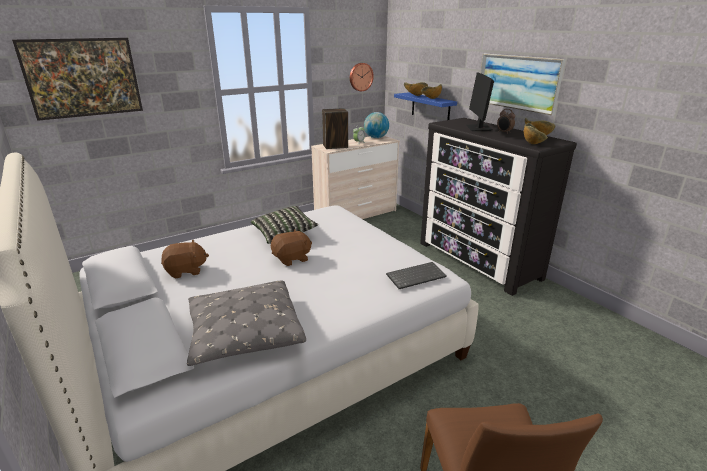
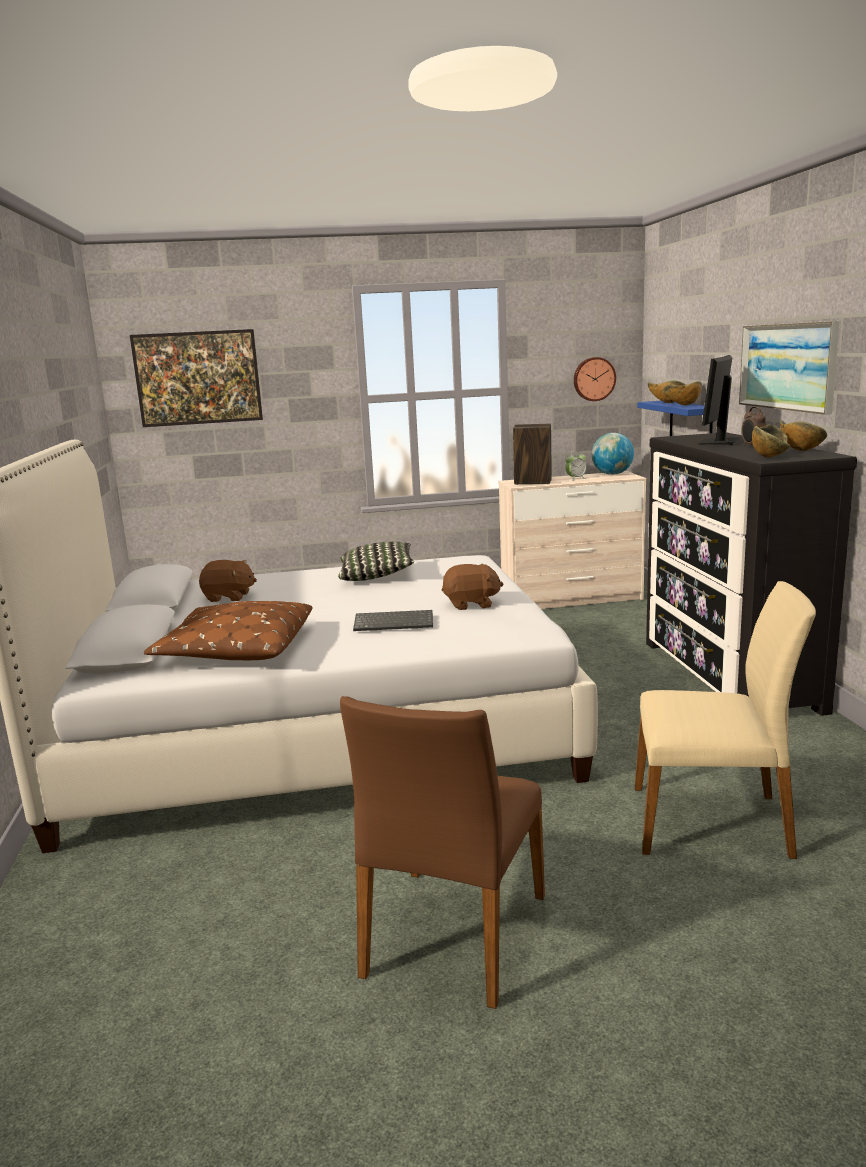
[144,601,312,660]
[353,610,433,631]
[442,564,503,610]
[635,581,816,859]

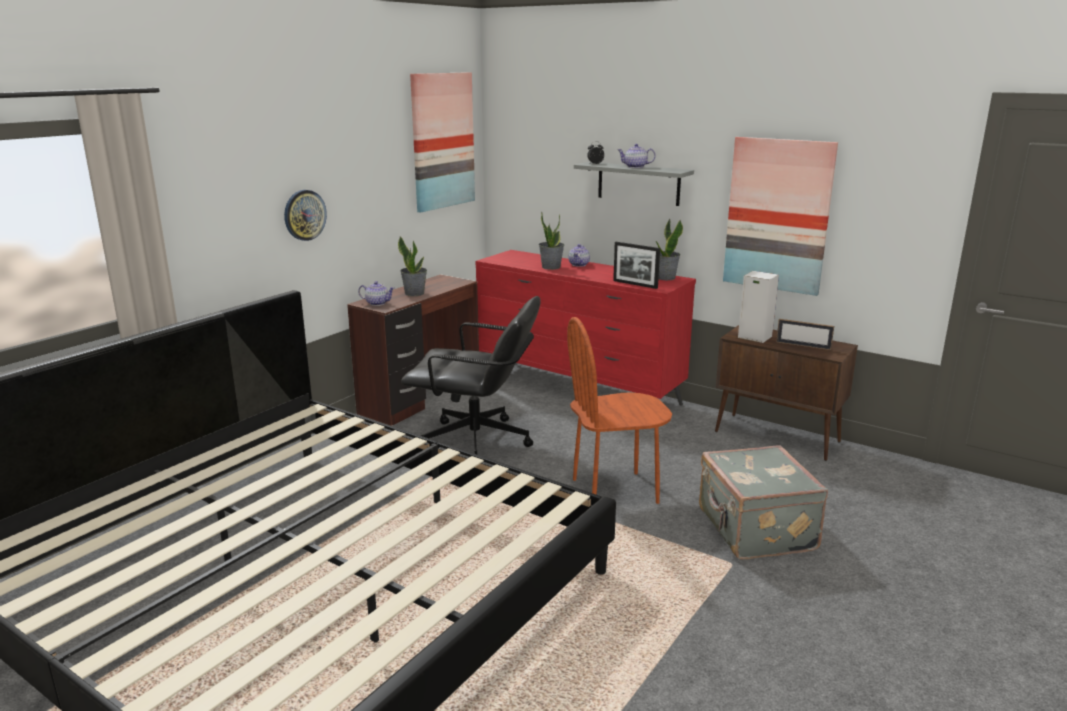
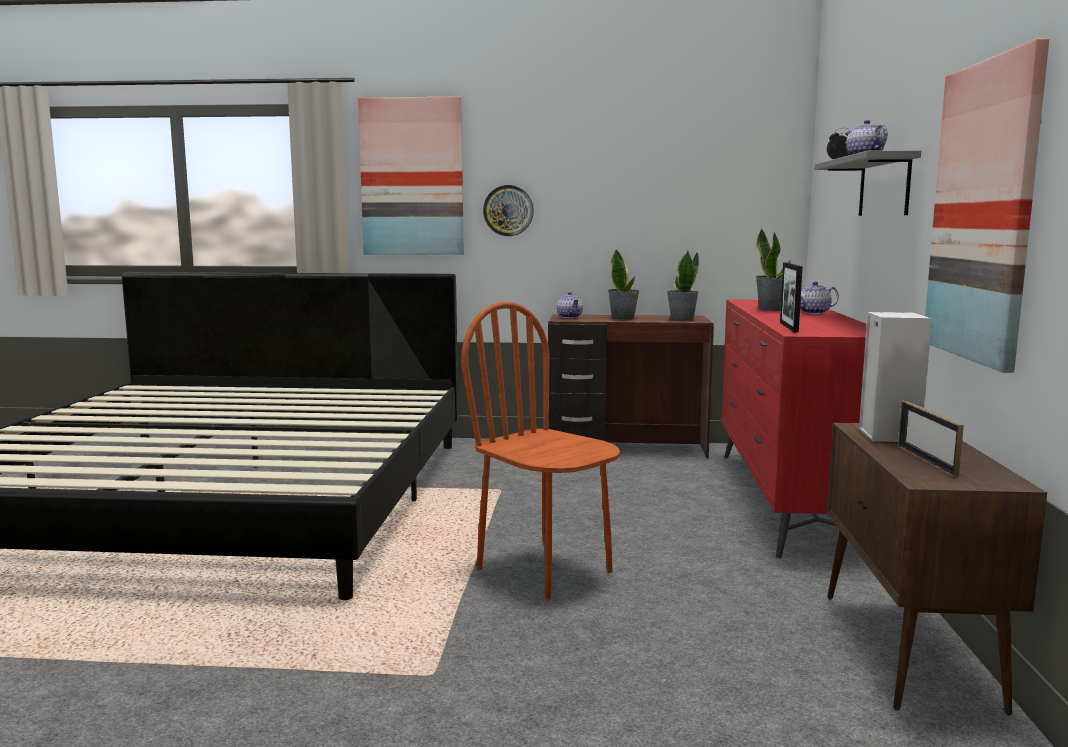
[358,96,464,255]
[667,251,699,321]
[401,296,541,454] (first image)
[699,445,828,560] (first image)

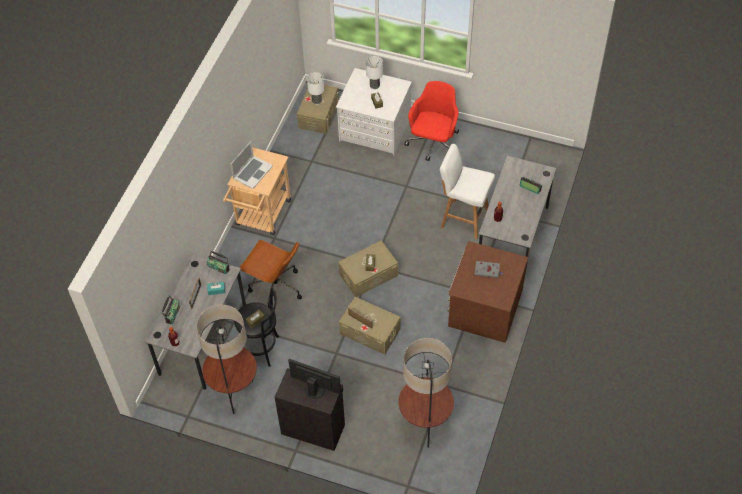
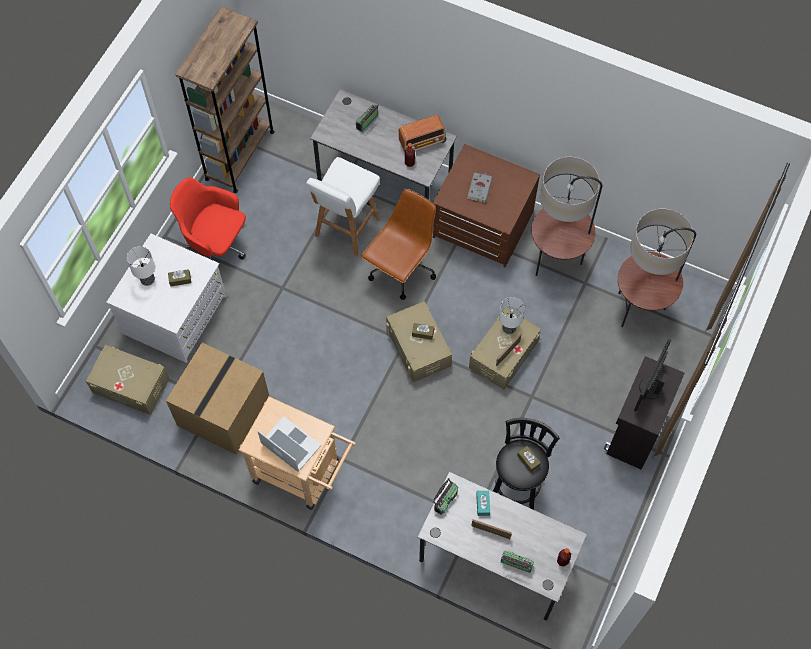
[166,343,270,455]
[175,6,274,193]
[361,189,436,300]
[399,115,445,152]
[499,297,525,334]
[531,157,602,276]

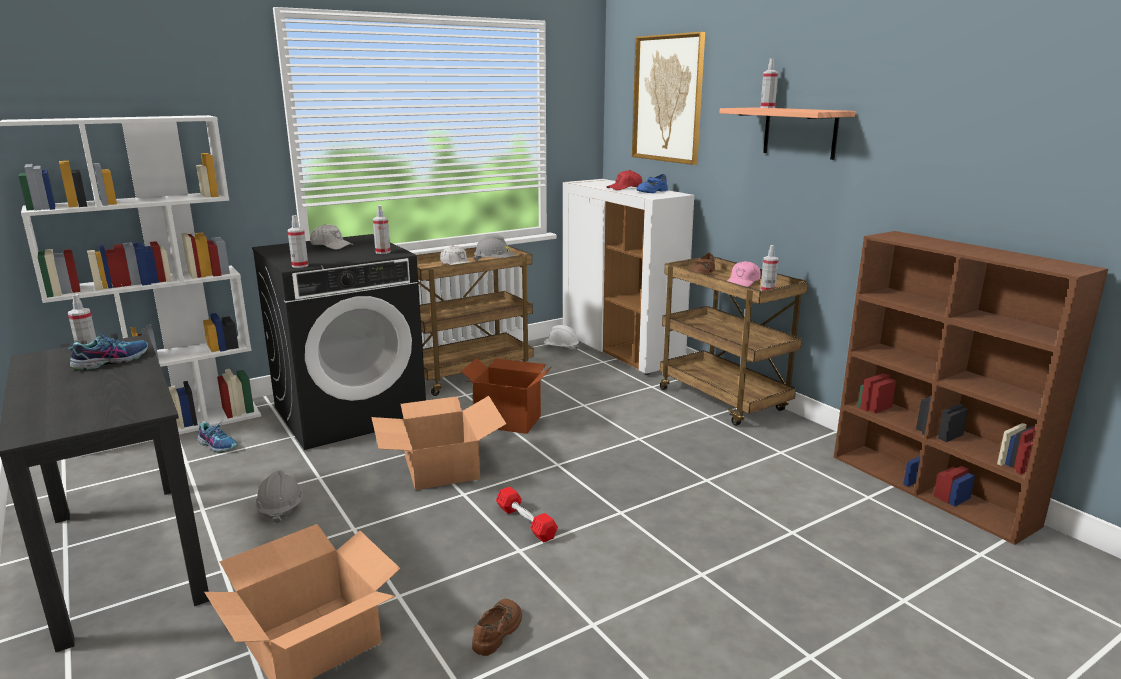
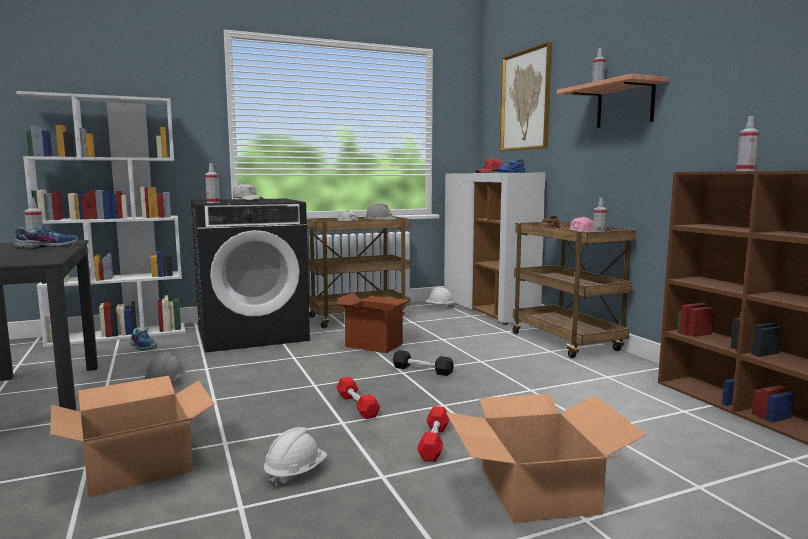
[264,427,327,488]
[393,350,454,376]
[417,406,449,462]
[446,394,646,523]
[736,116,759,171]

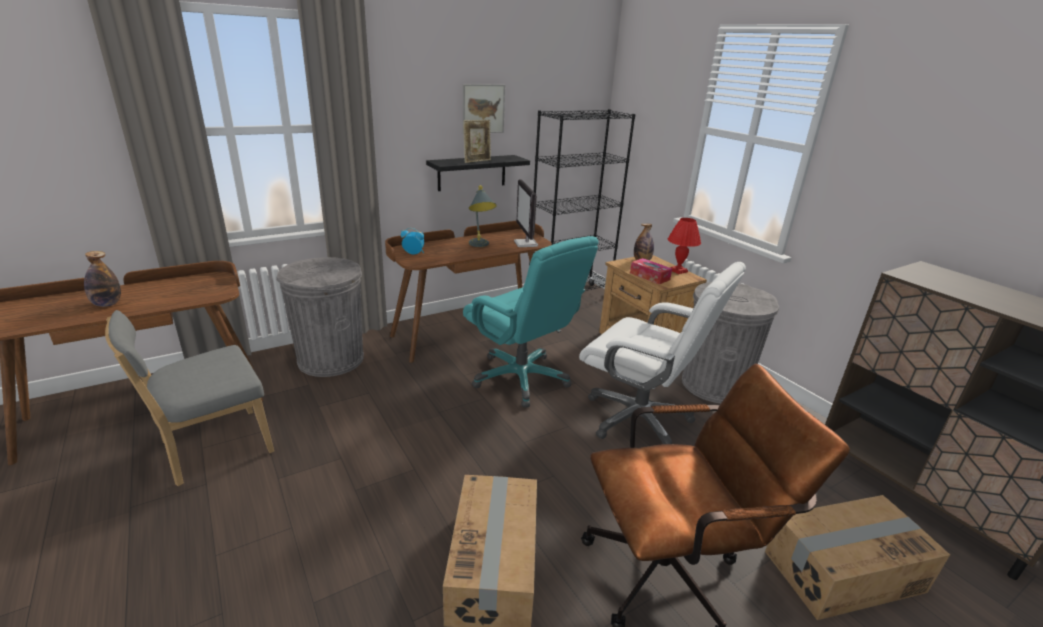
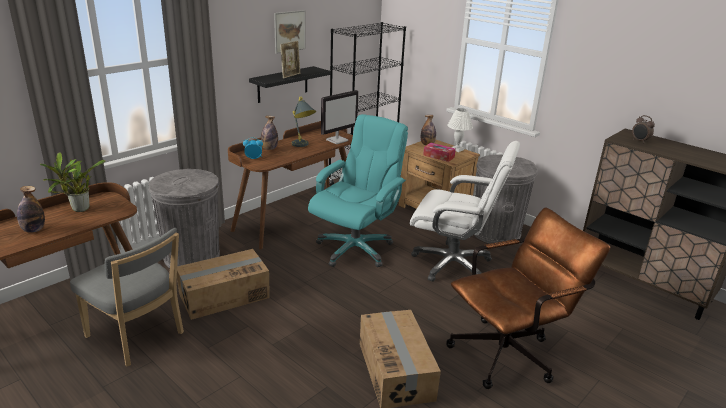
[40,152,105,212]
[70,228,184,367]
[177,249,270,320]
[261,116,278,150]
[308,114,408,267]
[321,90,359,144]
[447,108,473,152]
[632,115,655,143]

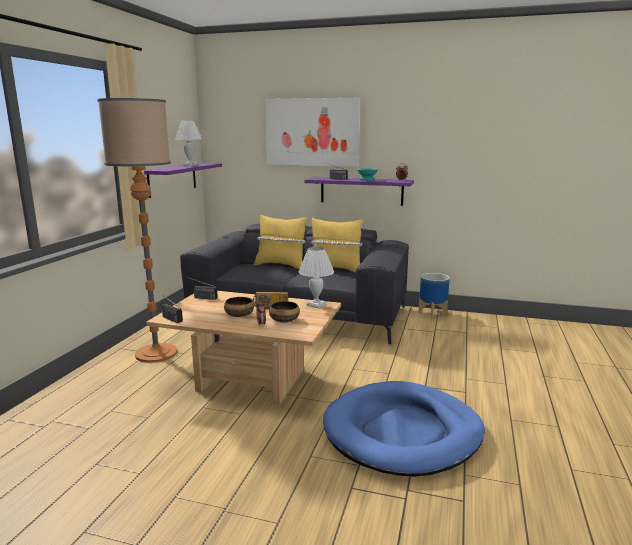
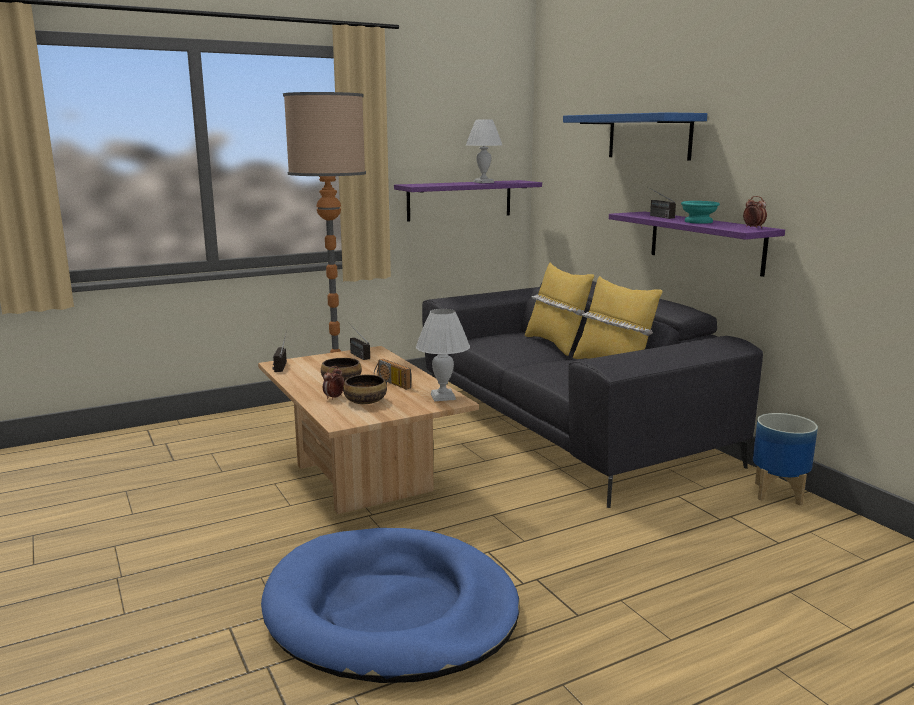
[563,112,707,161]

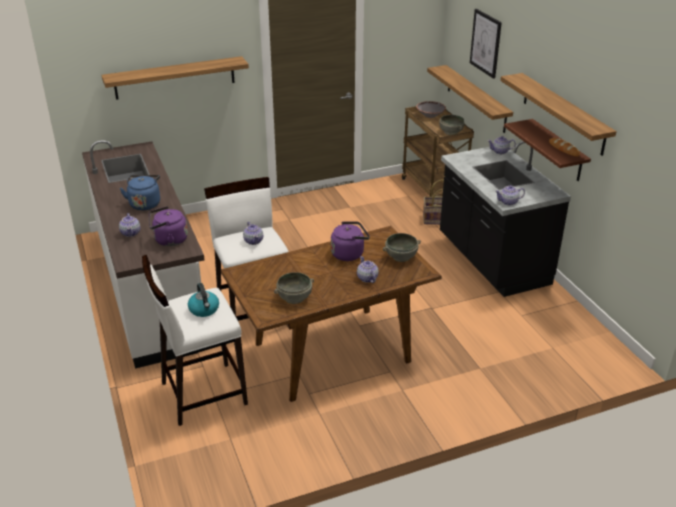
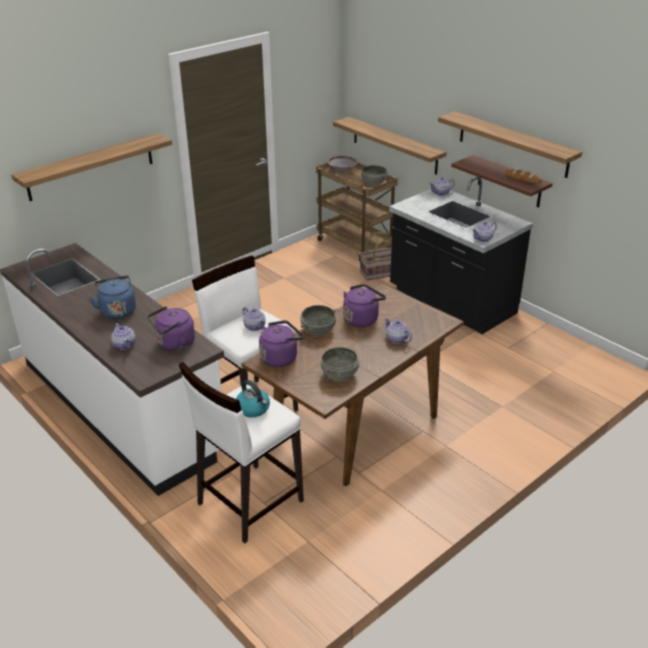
[259,320,304,367]
[300,305,336,336]
[470,9,502,79] (first image)

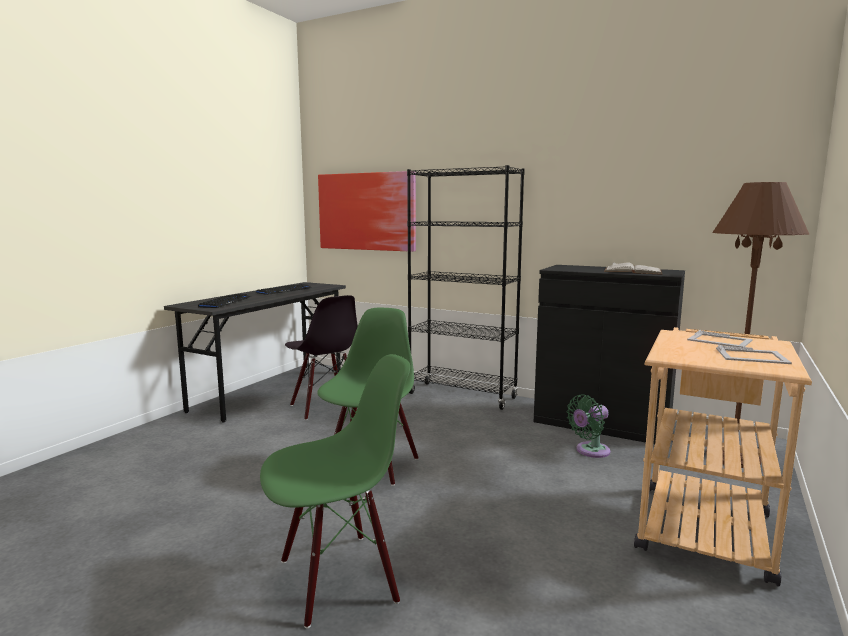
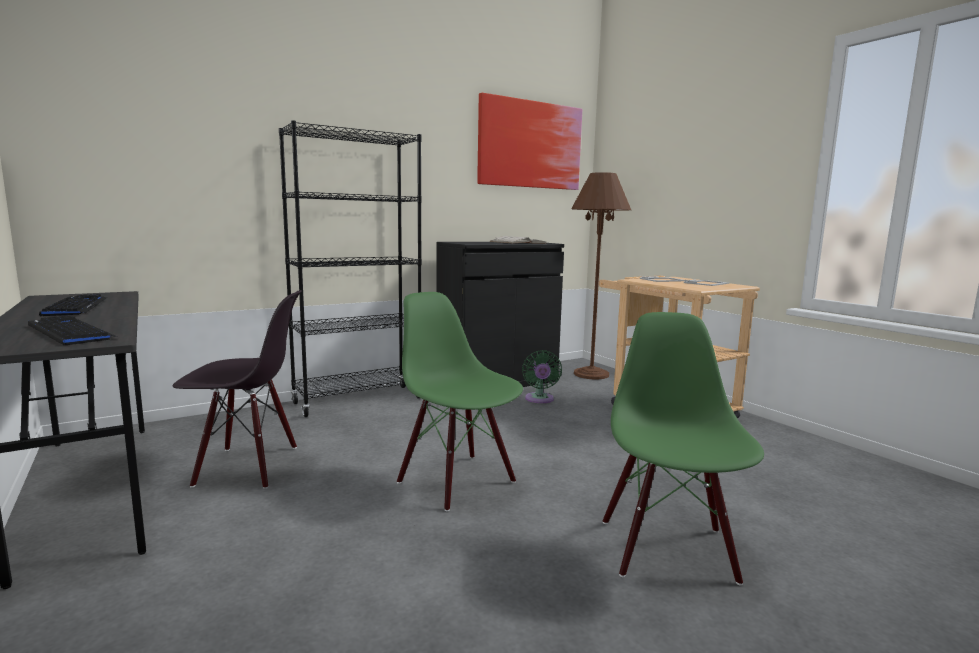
[477,93,582,190]

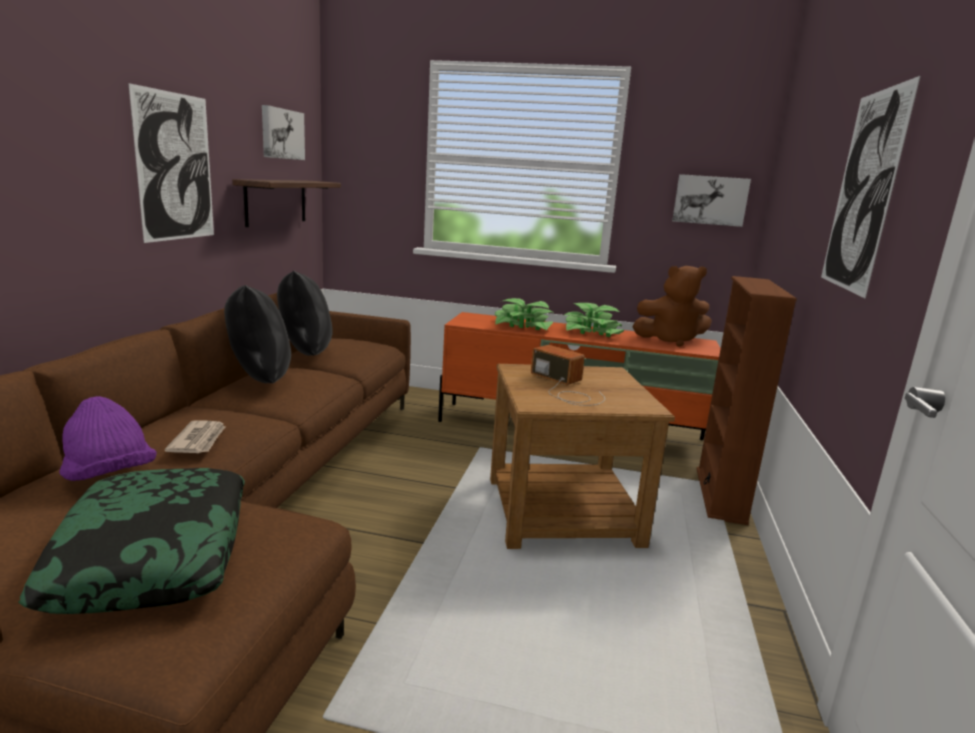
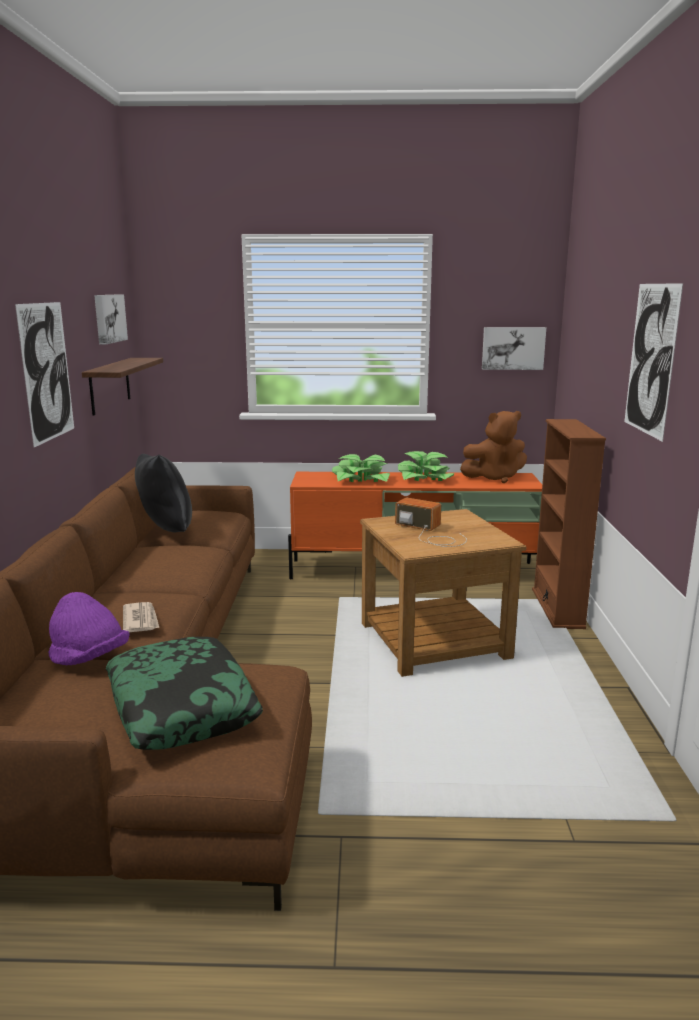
[224,285,291,383] (first image)

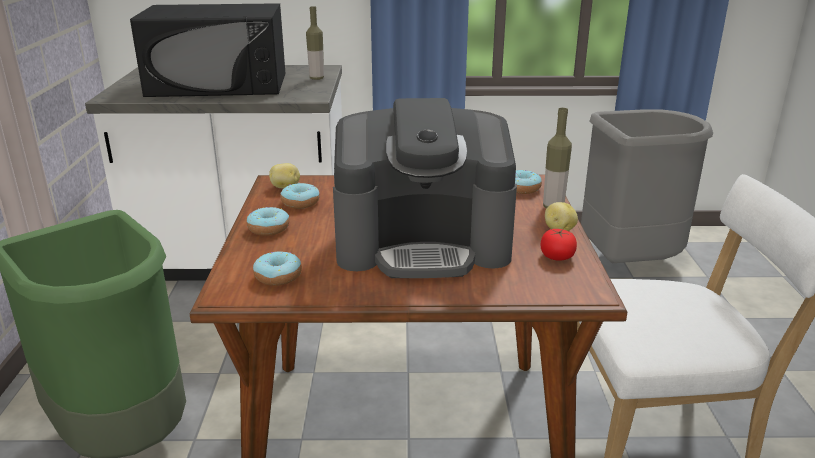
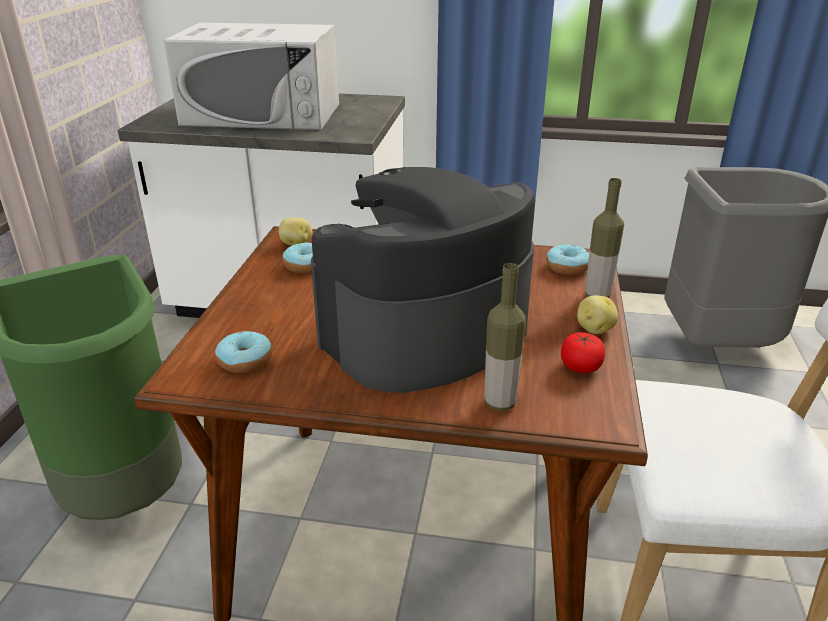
[164,23,339,130]
[311,167,535,393]
[484,263,526,411]
[247,207,289,236] (first image)

